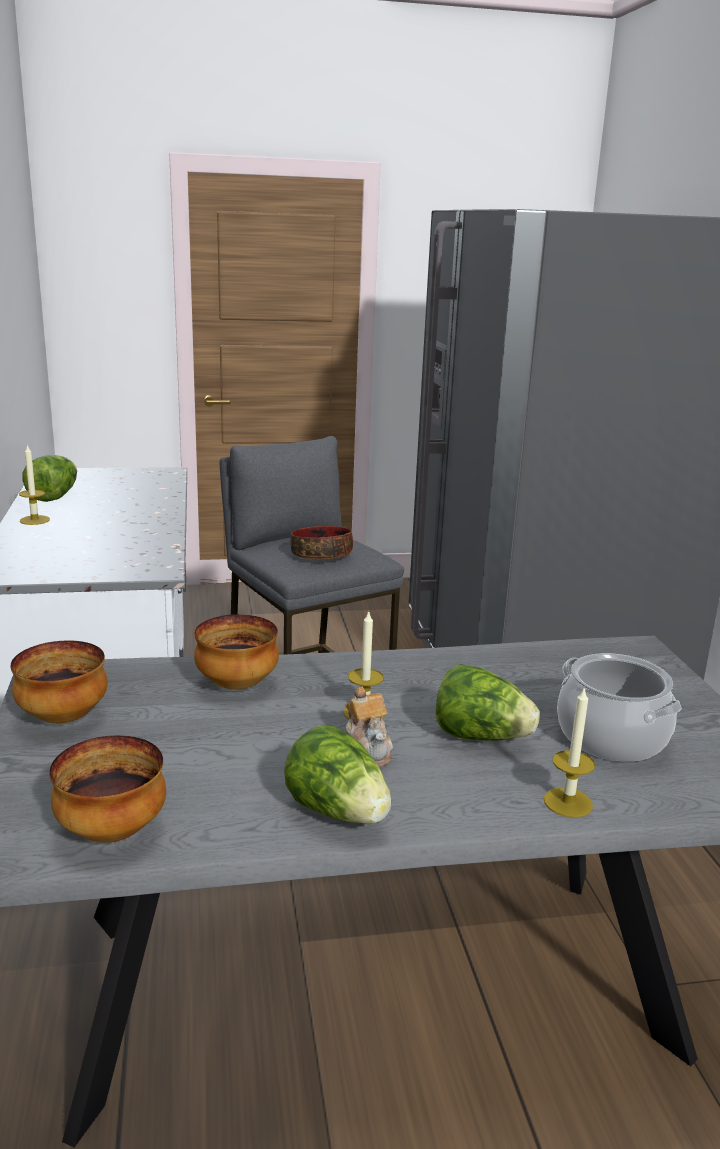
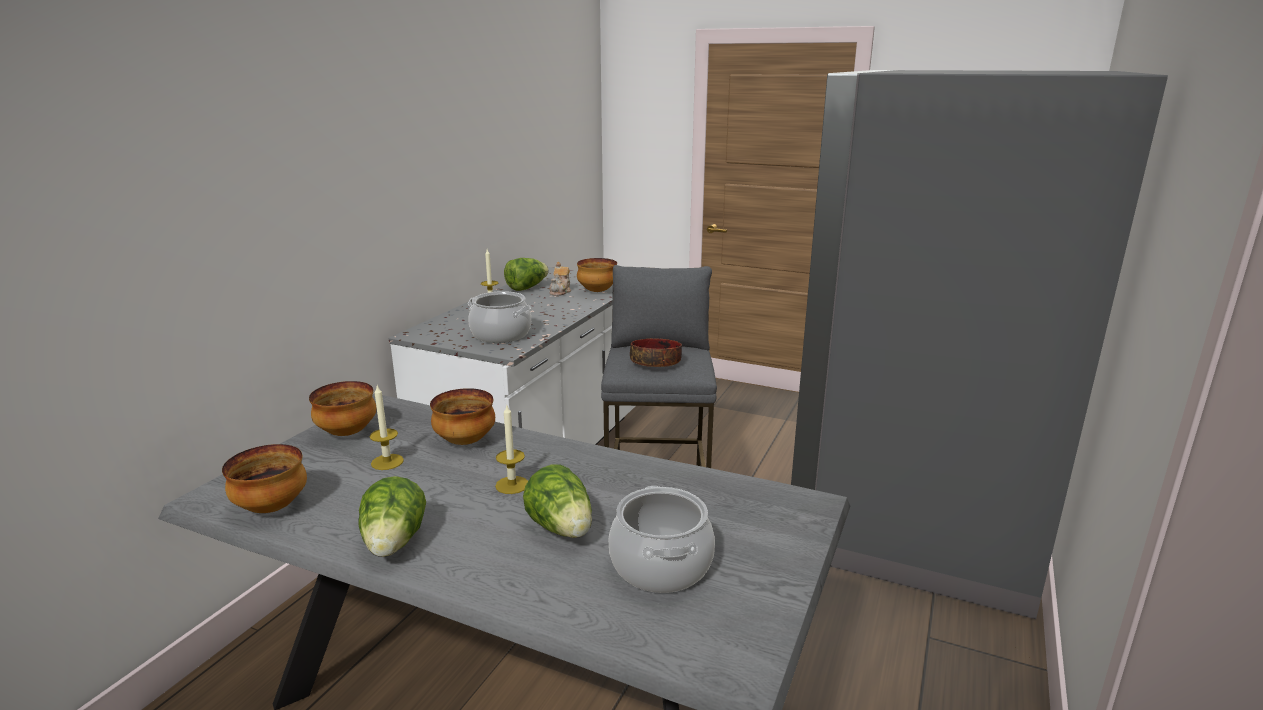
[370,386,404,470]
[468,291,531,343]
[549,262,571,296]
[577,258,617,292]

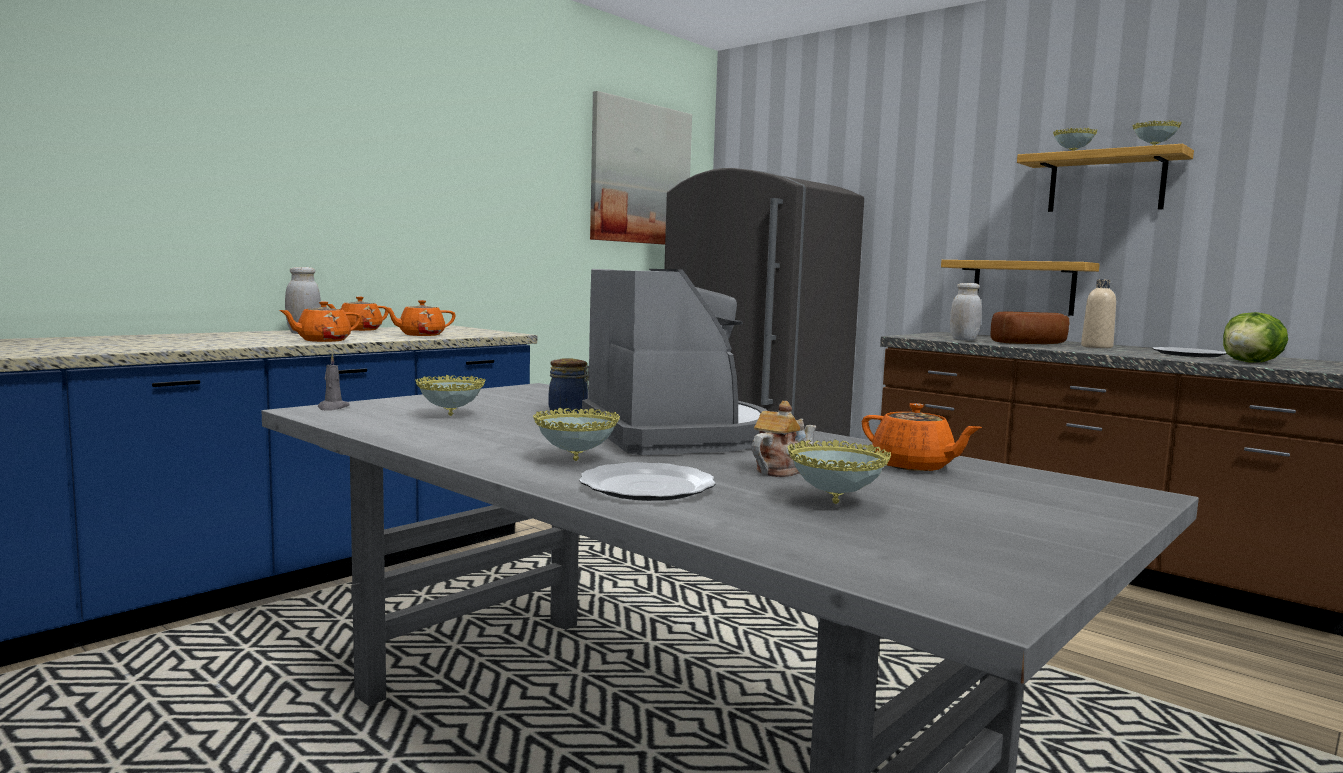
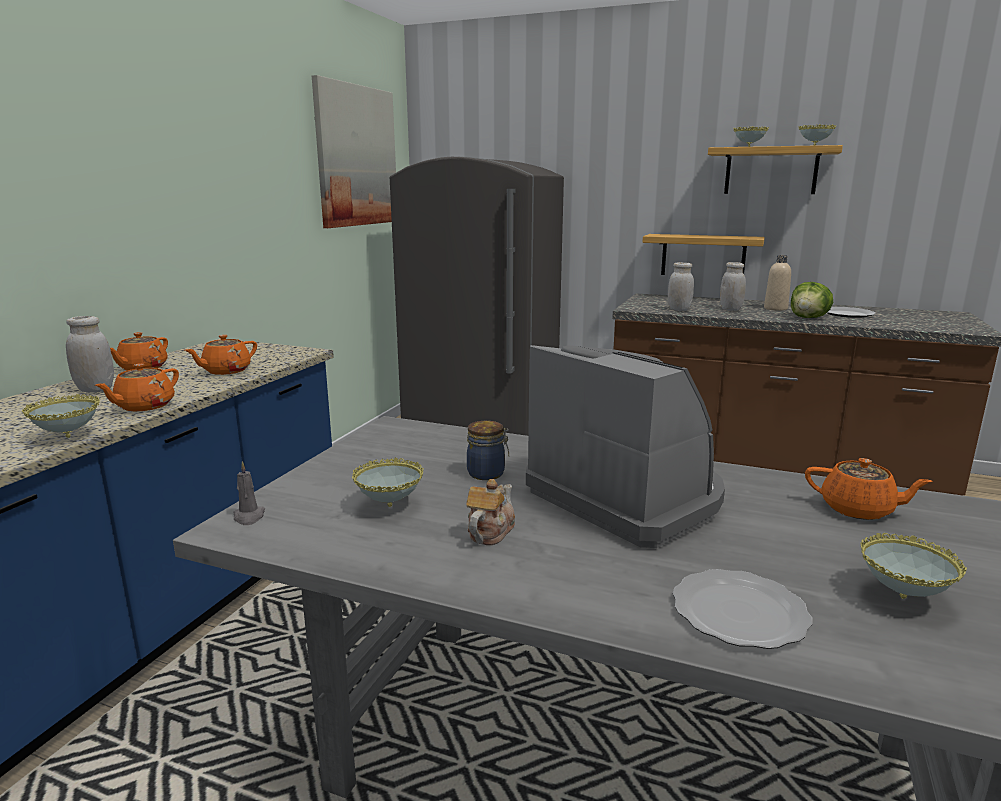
[22,394,100,438]
[467,479,515,545]
[720,262,746,311]
[791,282,833,318]

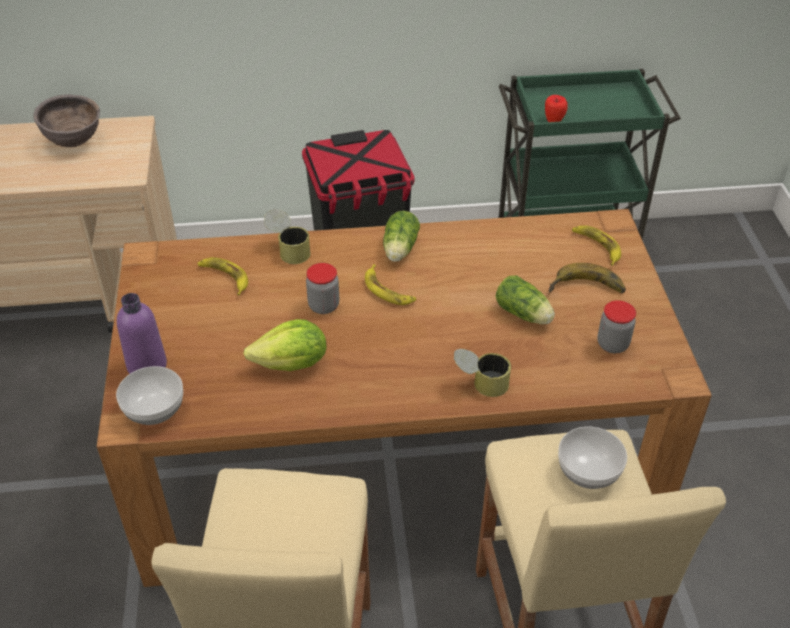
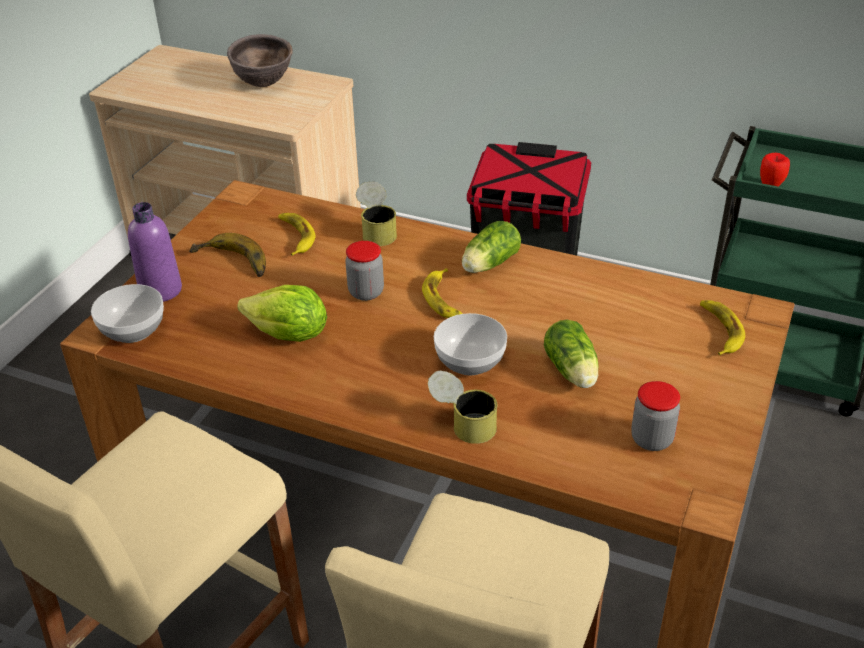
[189,233,266,277]
[434,313,507,376]

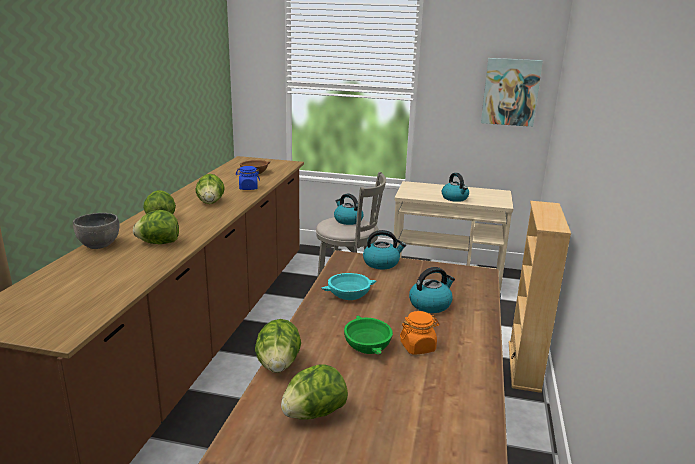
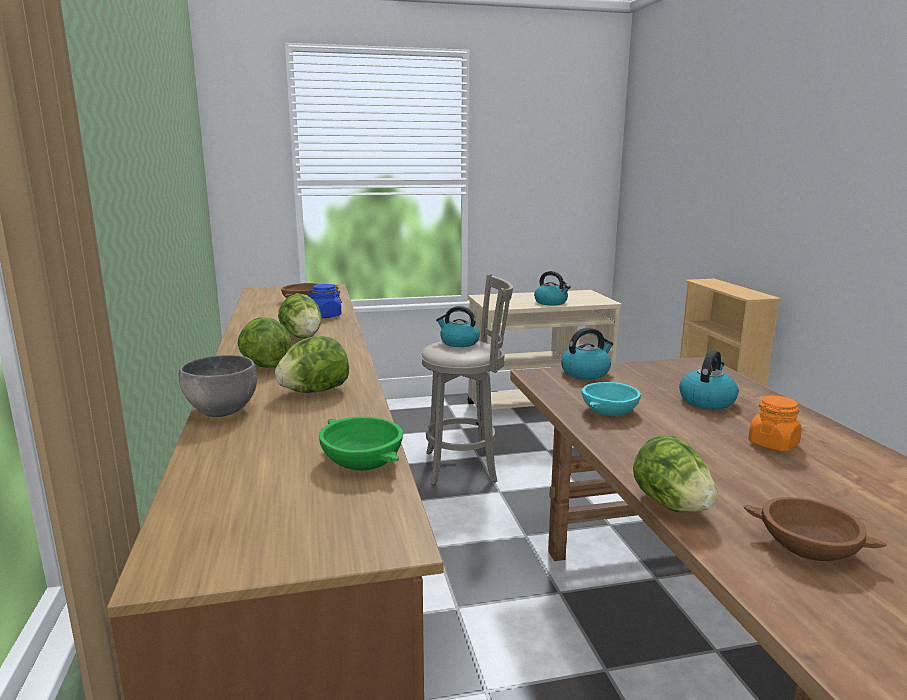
[319,417,403,470]
[743,497,887,561]
[481,58,543,127] (first image)

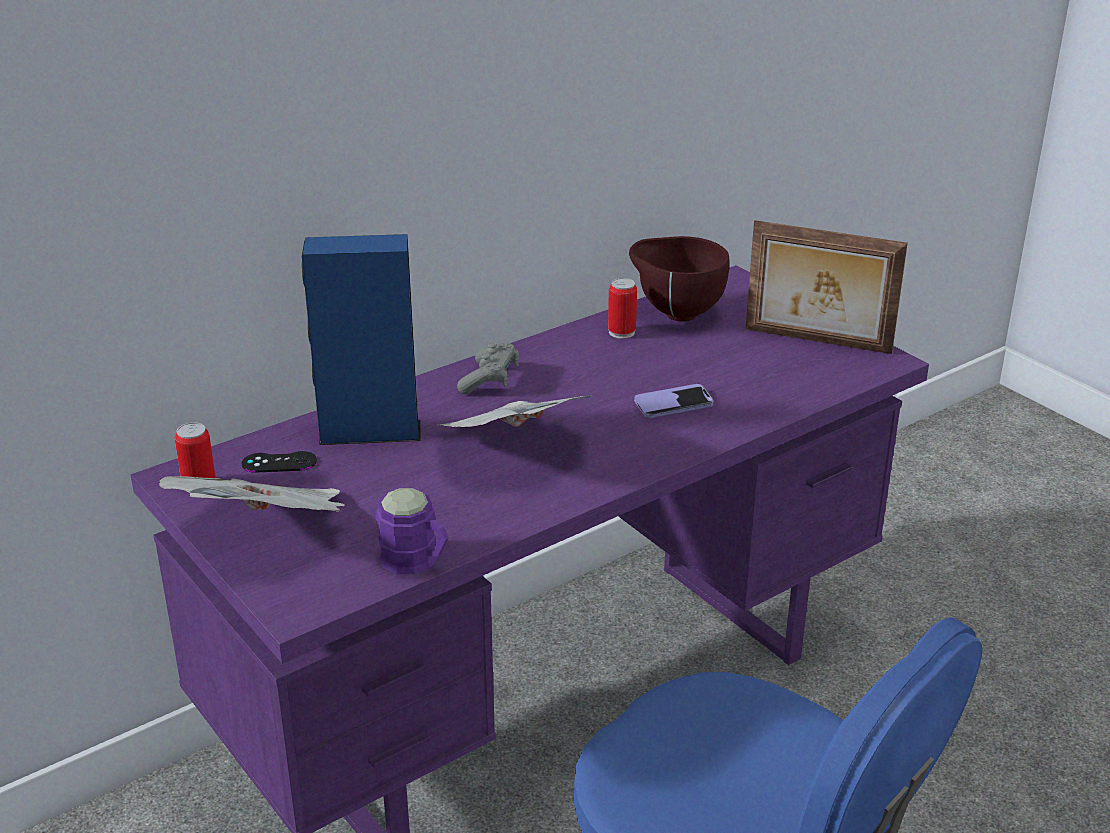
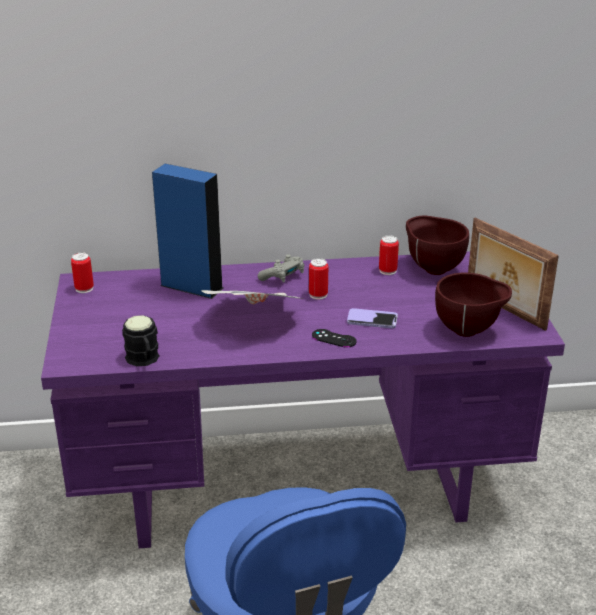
[122,315,159,366]
[309,258,328,300]
[312,329,357,348]
[435,273,512,337]
[159,476,344,511] (first image)

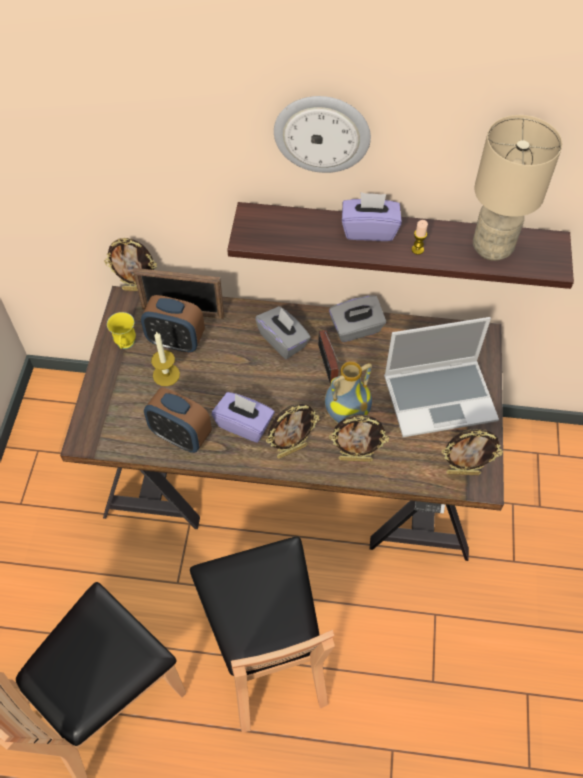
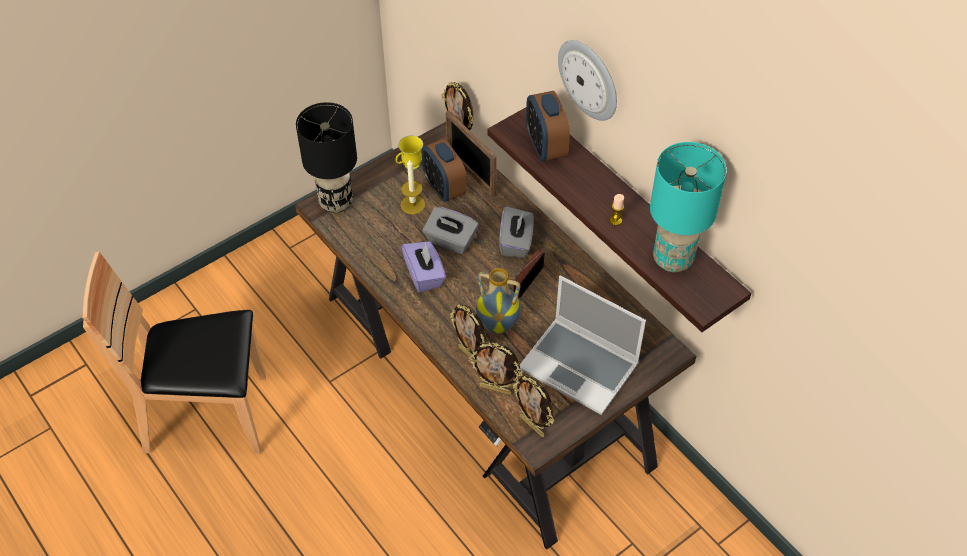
[296,102,357,213]
[423,207,478,254]
[469,341,523,395]
[526,91,570,161]
[650,142,727,272]
[190,536,335,733] (first image)
[342,192,402,241] (first image)

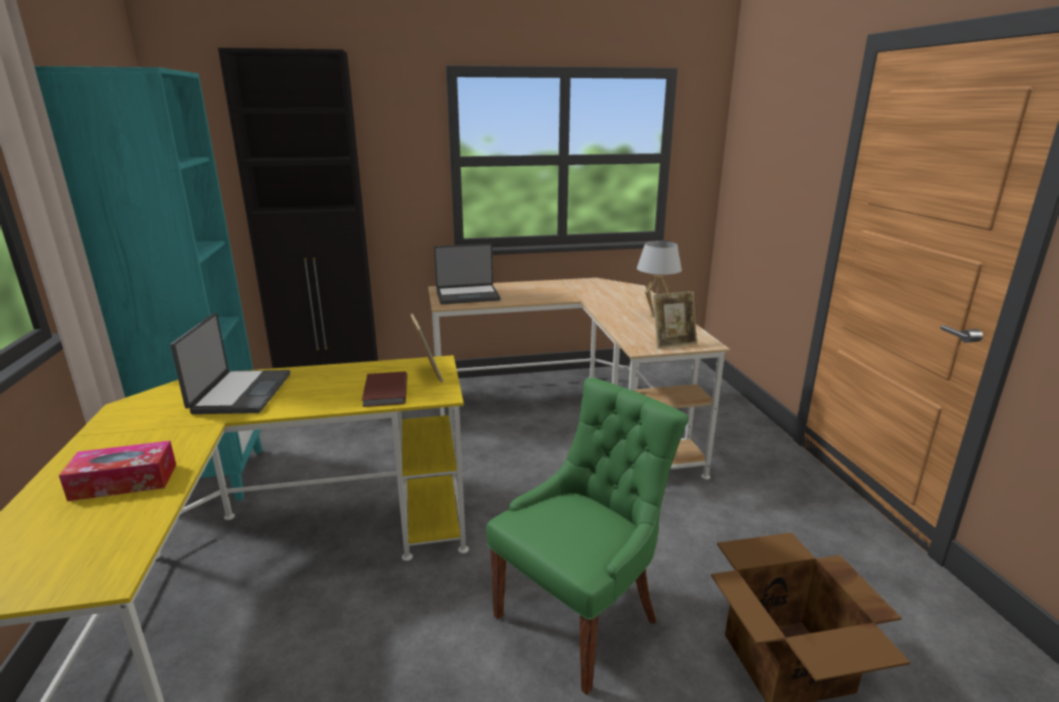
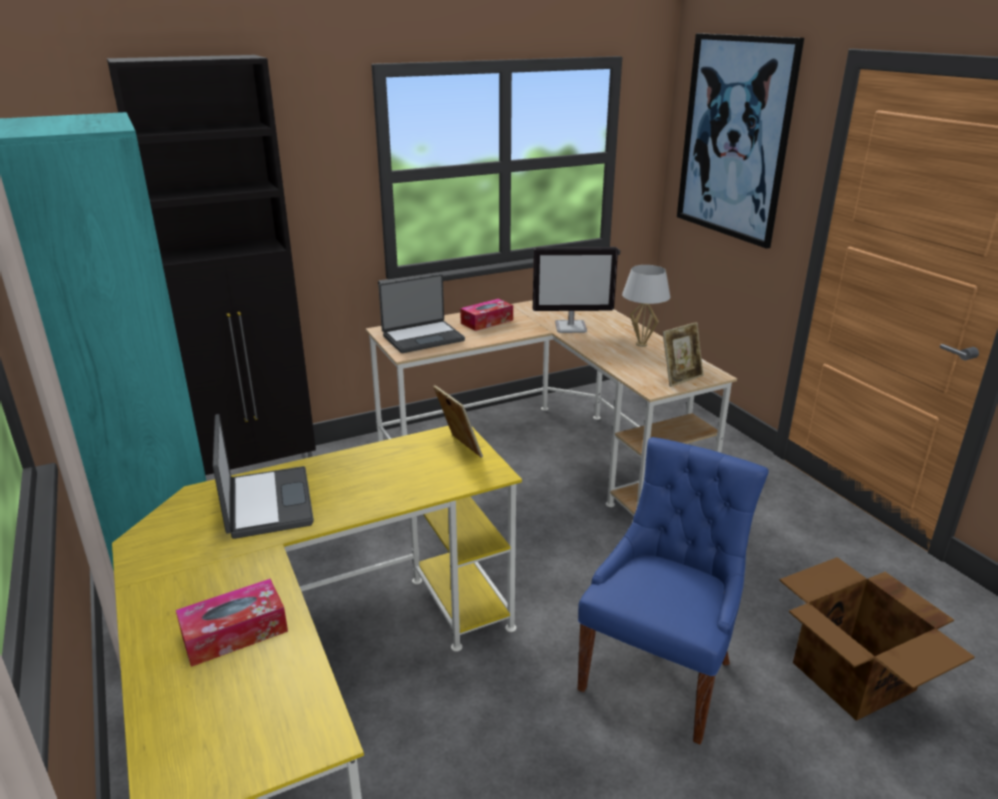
[460,299,513,331]
[533,247,618,333]
[578,437,769,744]
[677,33,804,249]
[362,372,407,407] (first image)

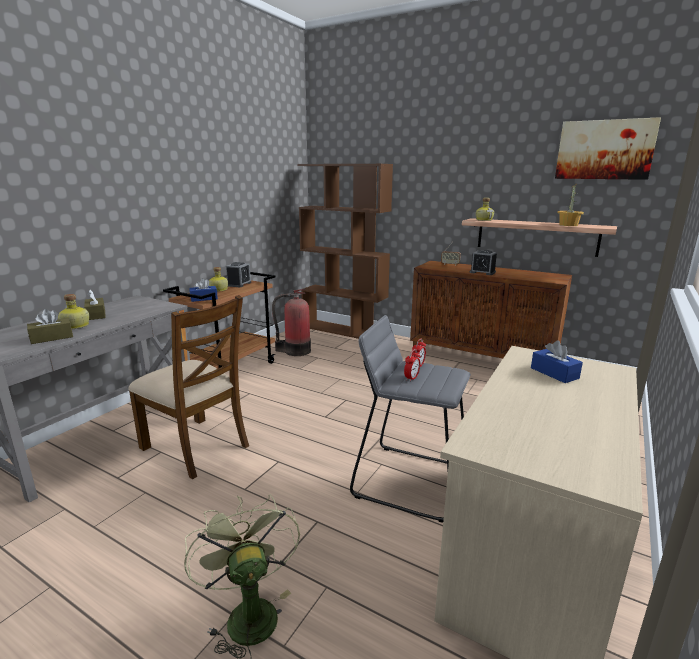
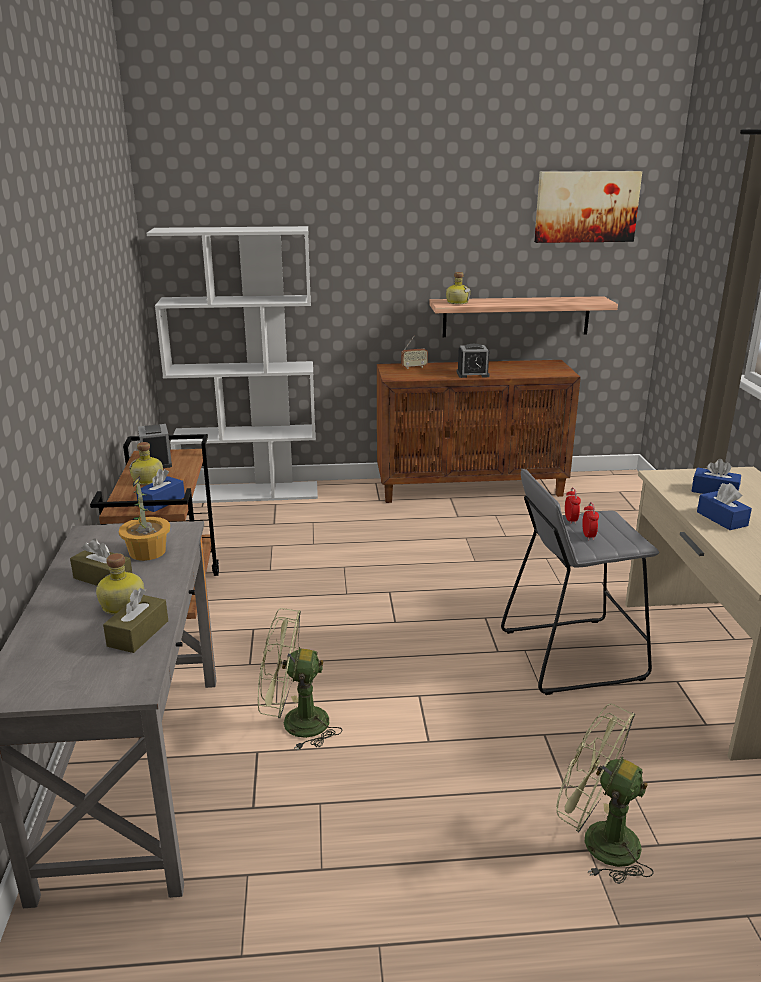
[119,476,170,561]
[147,226,318,503]
[258,608,342,751]
[697,483,752,530]
[272,289,311,356] (first image)

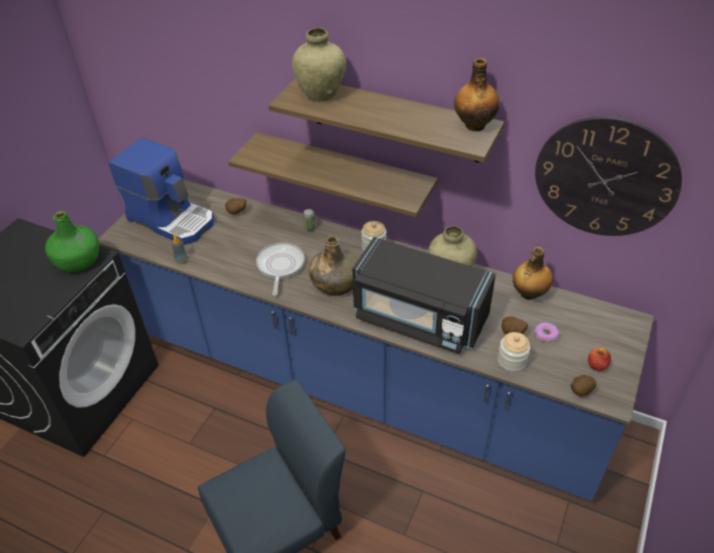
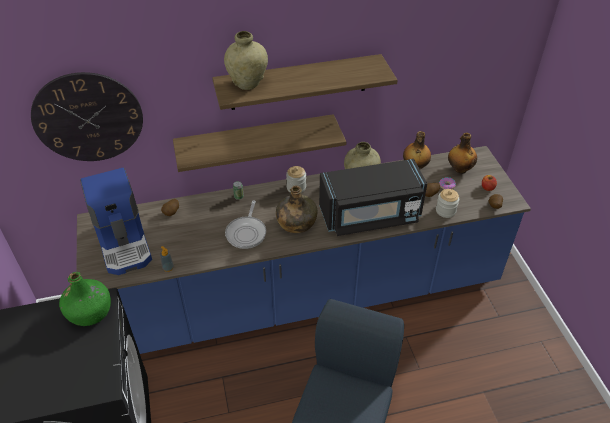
[31,72,143,161]
[80,168,152,275]
[225,200,266,249]
[448,133,477,174]

